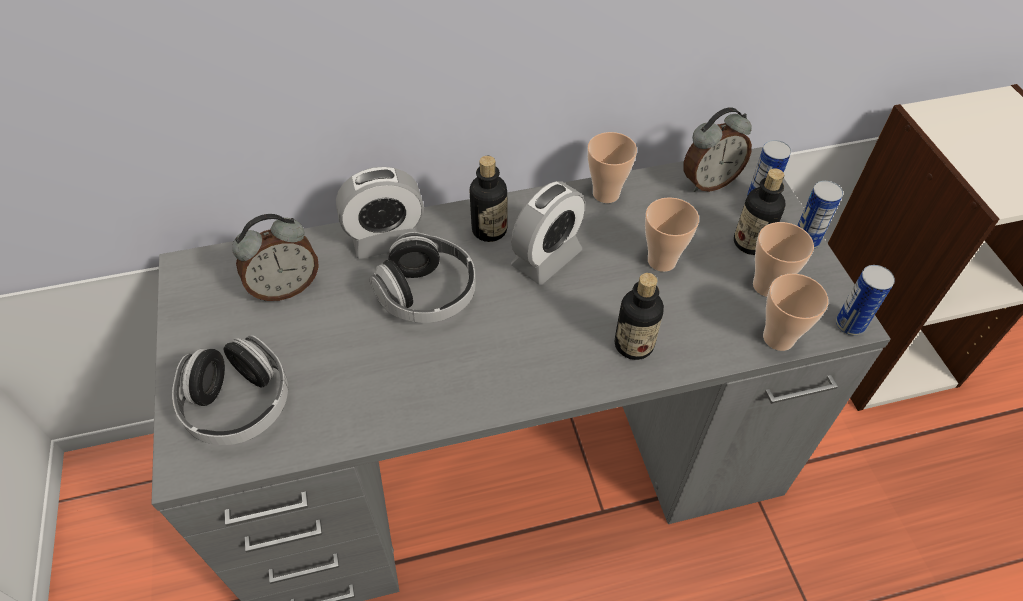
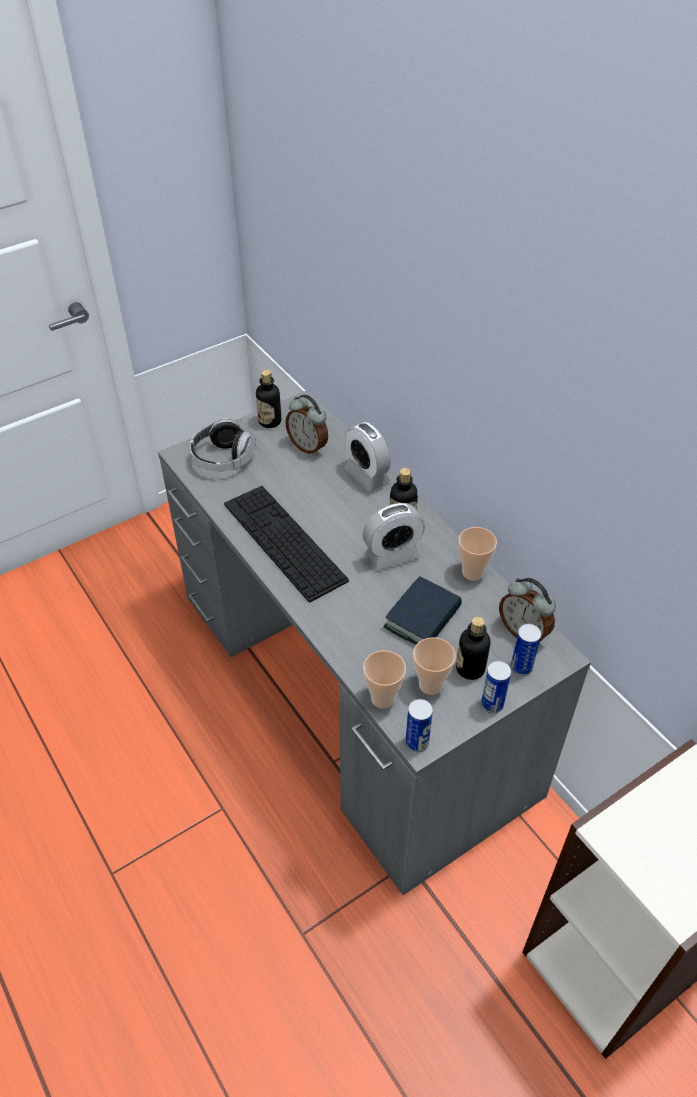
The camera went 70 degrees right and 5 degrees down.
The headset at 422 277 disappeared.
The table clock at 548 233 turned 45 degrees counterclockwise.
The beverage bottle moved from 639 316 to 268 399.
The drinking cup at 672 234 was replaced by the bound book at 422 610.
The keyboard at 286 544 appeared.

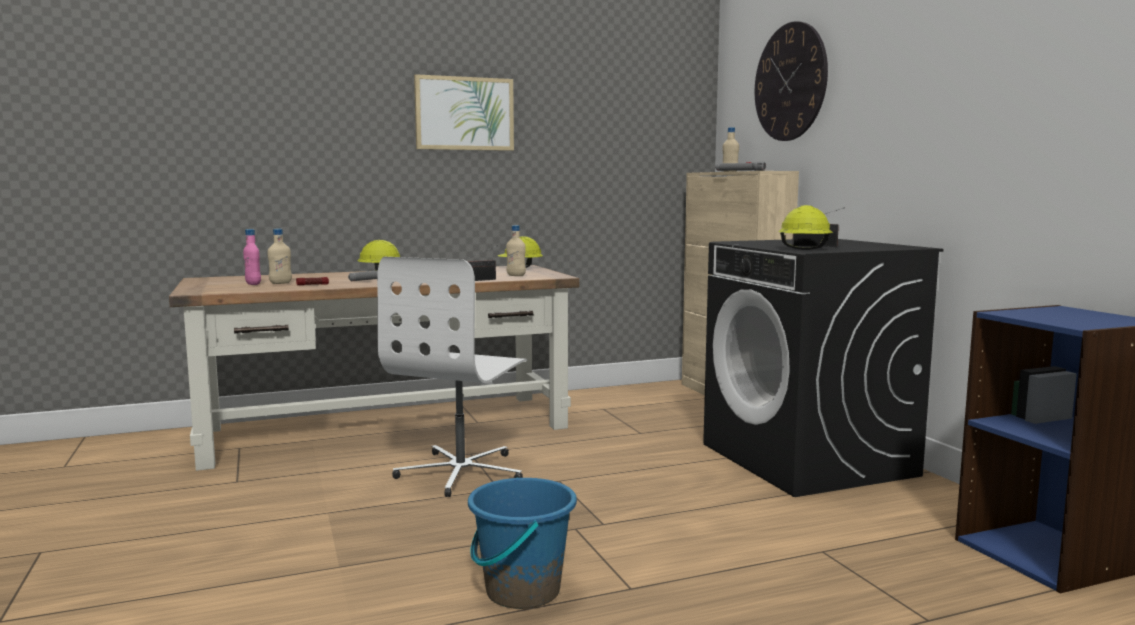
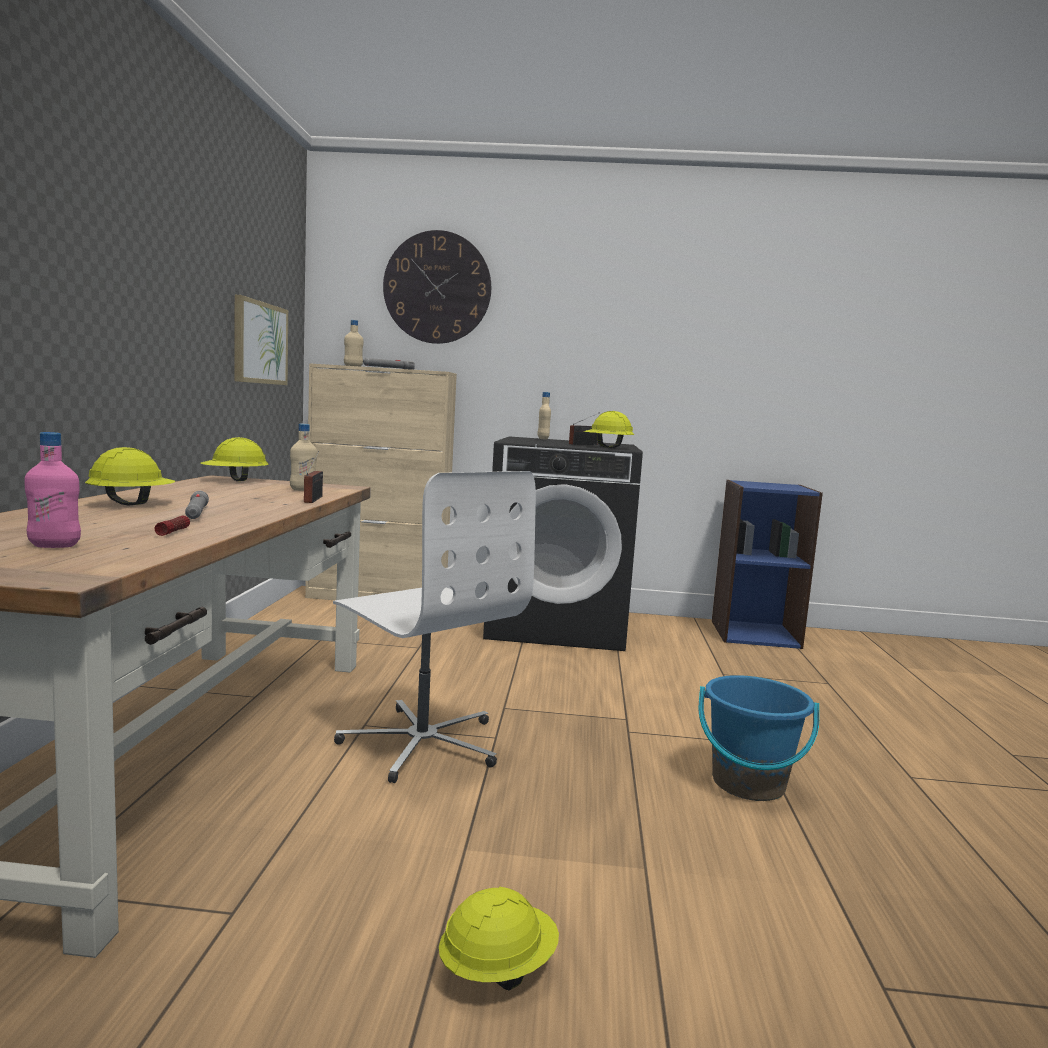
The camera went 65 degrees left and 0 degrees up.
The sand-coloured beverage bottle moved from 279 256 to 544 416.
The wall picture moved from 464 112 to 261 340.
The yellowish hard hat at 499 938 appeared.

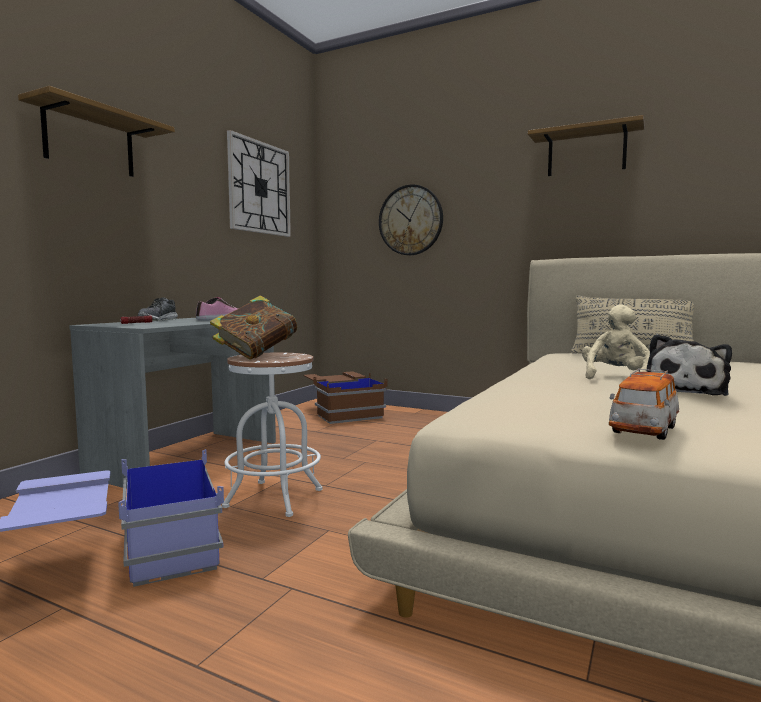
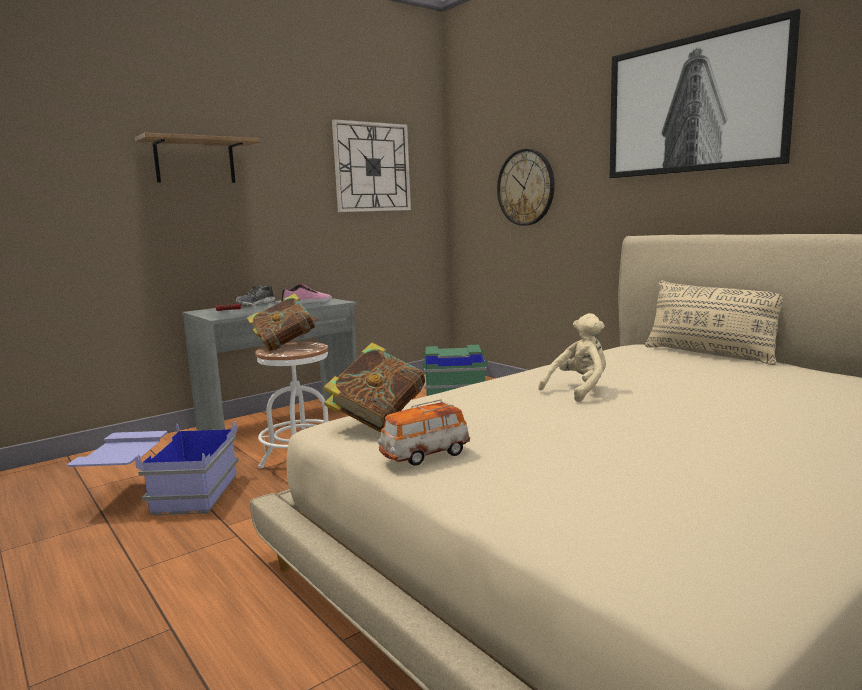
The camera went 25 degrees right and 5 degrees up.
The brown storage box at 345 398 became the green-coloured storage box at 455 370.
The shelf at 586 145 was replaced by the wall picture at 705 93.
The soft toy at 689 365 disappeared.
The bound book at 374 387 appeared.

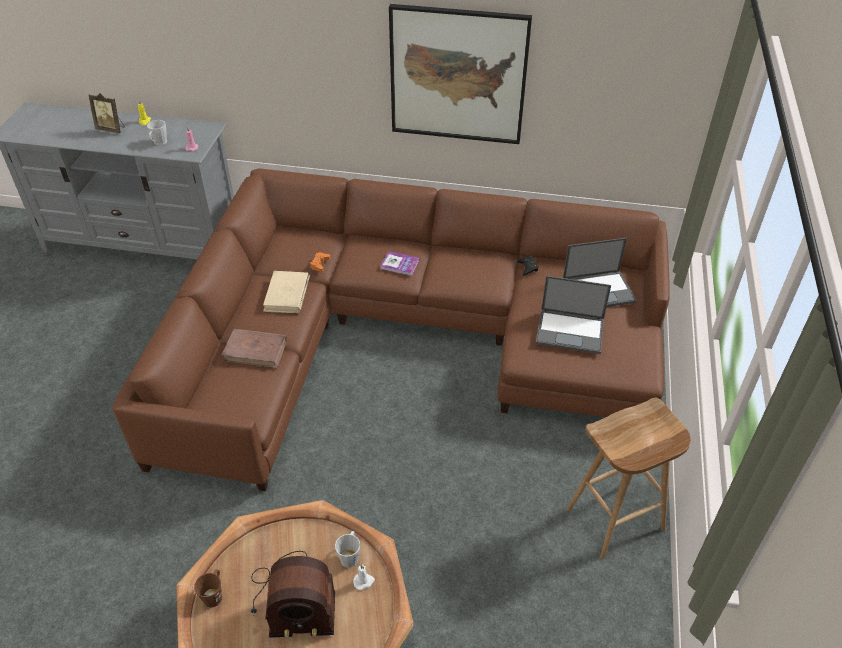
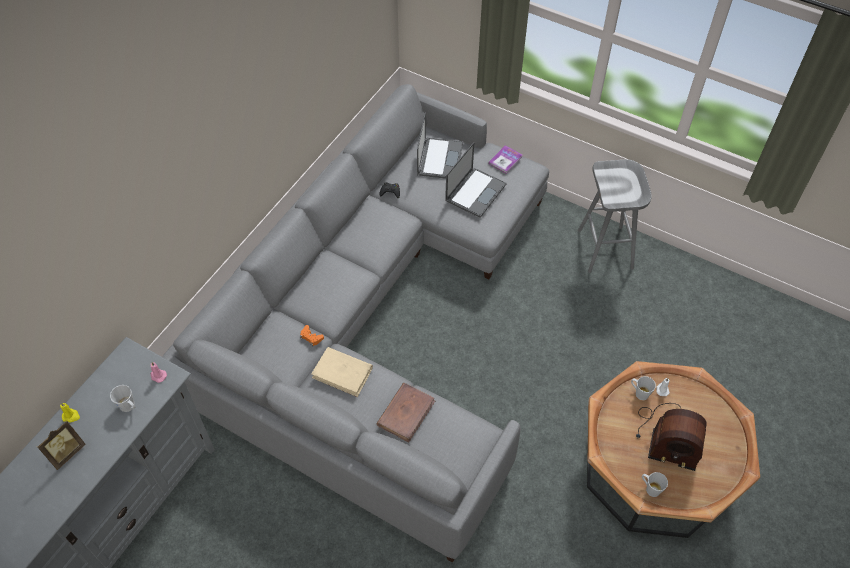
The camera went 70 degrees left and 10 degrees up.
The brown settee at 391 329 became the grey settee at 355 323.
The brown coffee mug at 208 588 became the grey coffee mug at 655 484.
The radio at 293 594 turned 90 degrees clockwise.
The bound book moved from 400 263 to 505 159.
The wall picture at 460 74 disappeared.
The brown stool at 629 478 became the grey stool at 615 216.

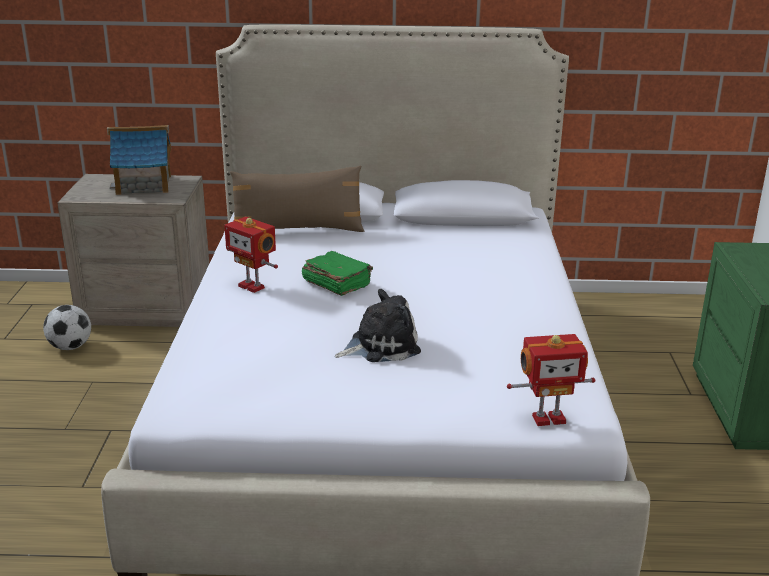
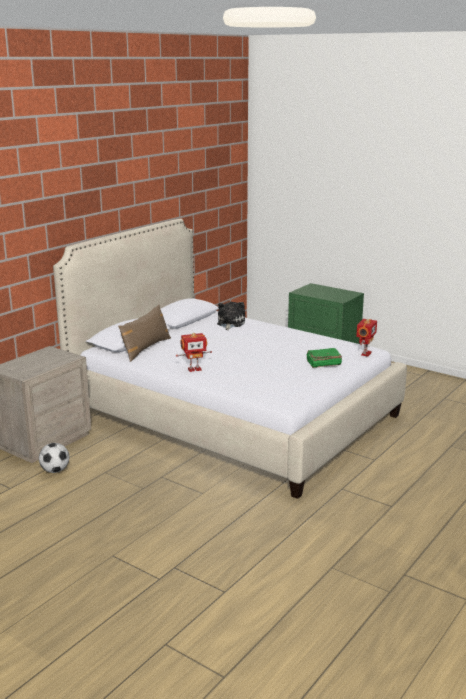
The camera went 55 degrees left and 5 degrees down.
The toy house at 139 160 disappeared.
The green-coloured bound book moved from 337 273 to 324 358.
The soft toy moved from 378 325 to 231 316.

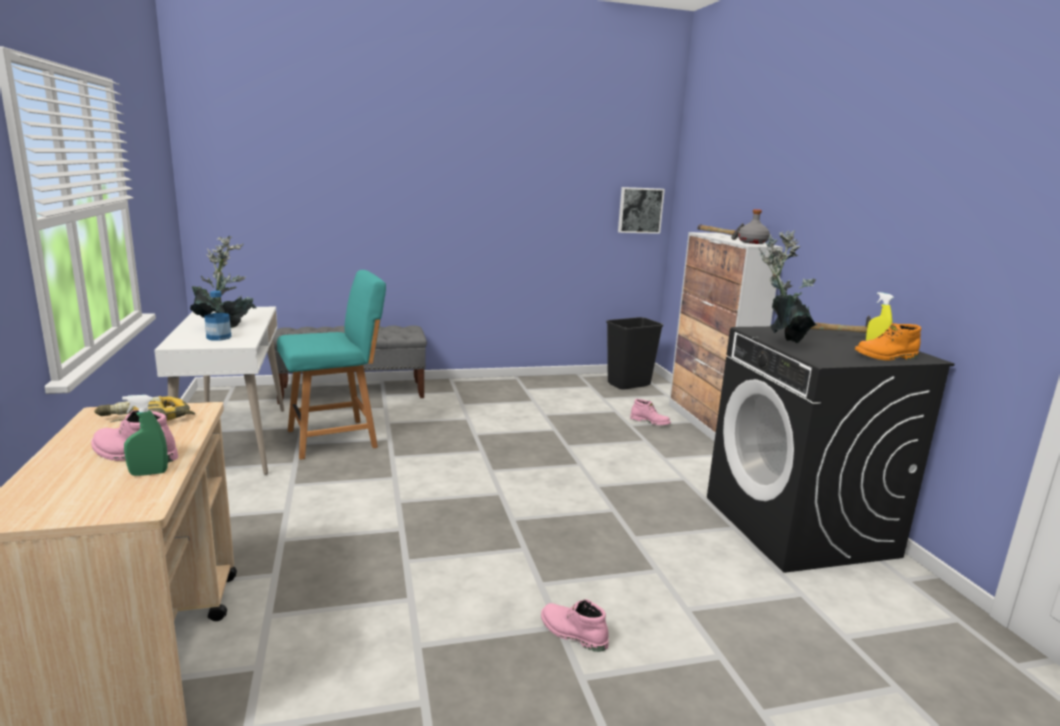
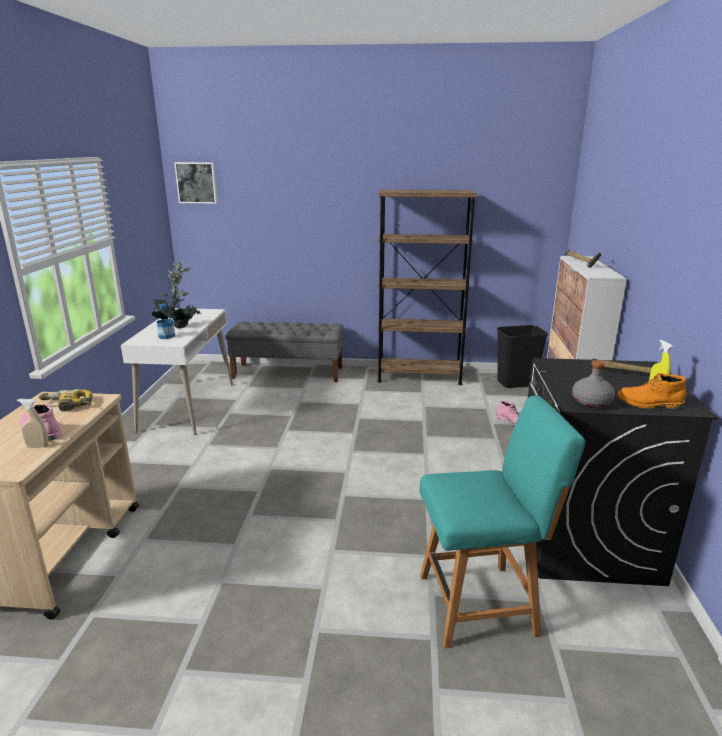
The camera went 20 degrees right and 5 degrees up.
The green-coloured sprayer at 145 435 became the sand-coloured sprayer at 33 423.
The turquoise-coloured chair moved from 331 365 to 502 521.
The pink boot at 575 625 disappeared.
The wall picture moved from 641 210 to 196 183.
The grey beverage bottle moved from 754 226 to 593 384.
The plant in a pot at 788 286 disappeared.
The brown bookshelf at 427 287 appeared.

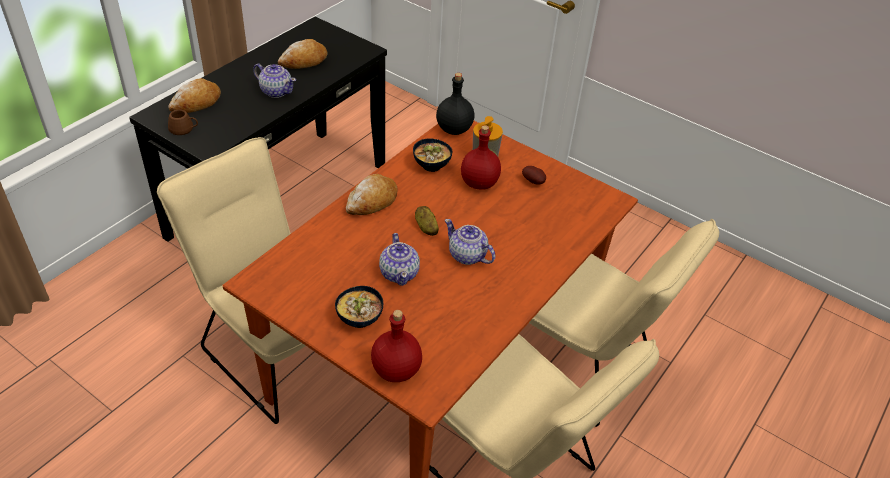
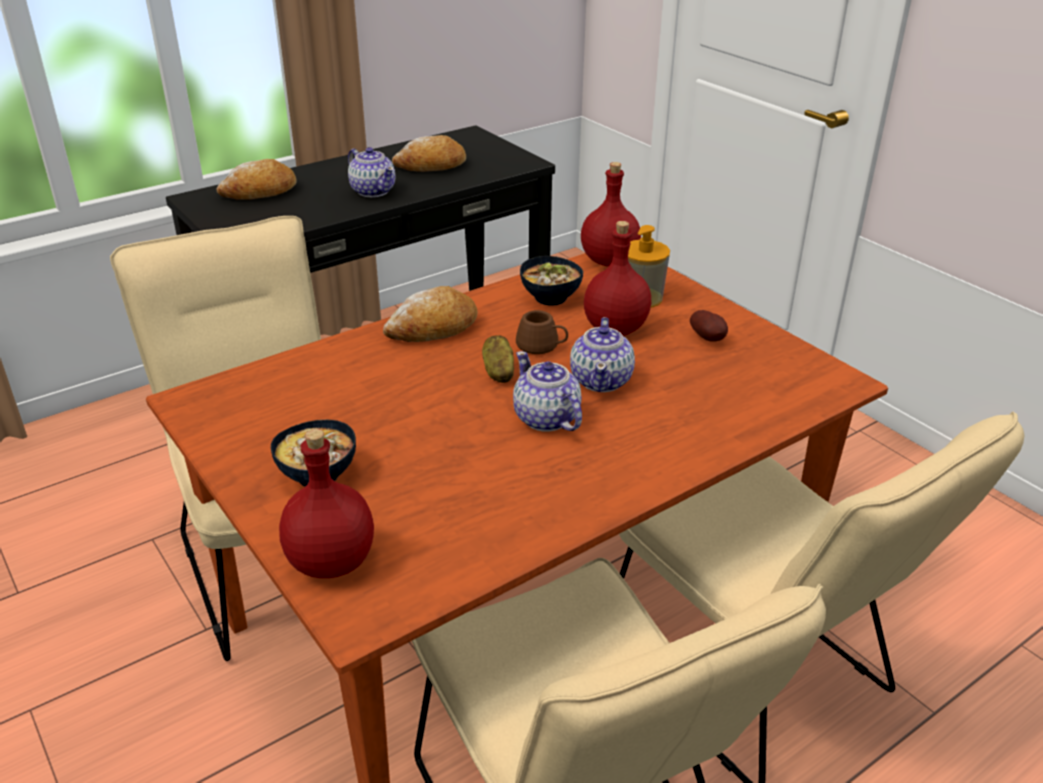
The camera went 20 degrees right and 10 degrees down.
The brown coffee mug moved from 183 122 to 542 332.
The tea pot moved from 399 259 to 602 354.
The black beverage bottle at 455 104 became the red-coloured beverage bottle at 611 214.

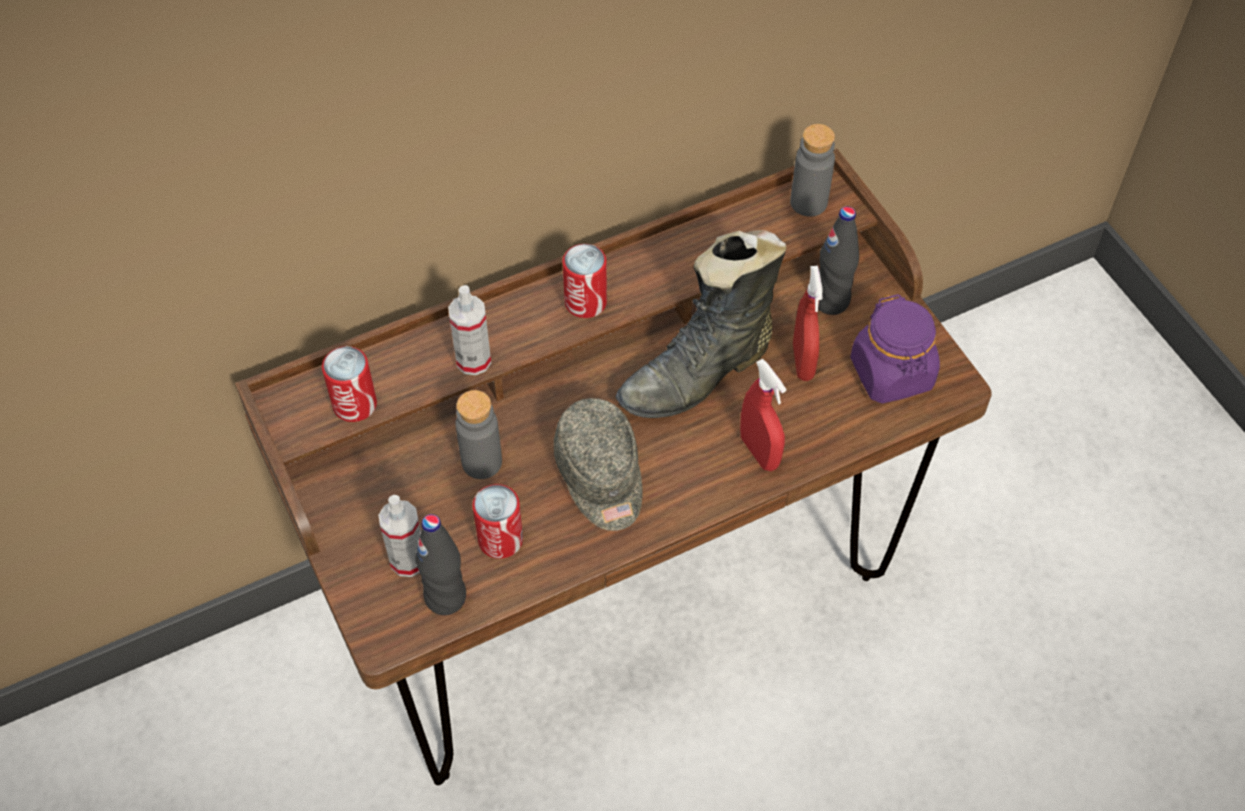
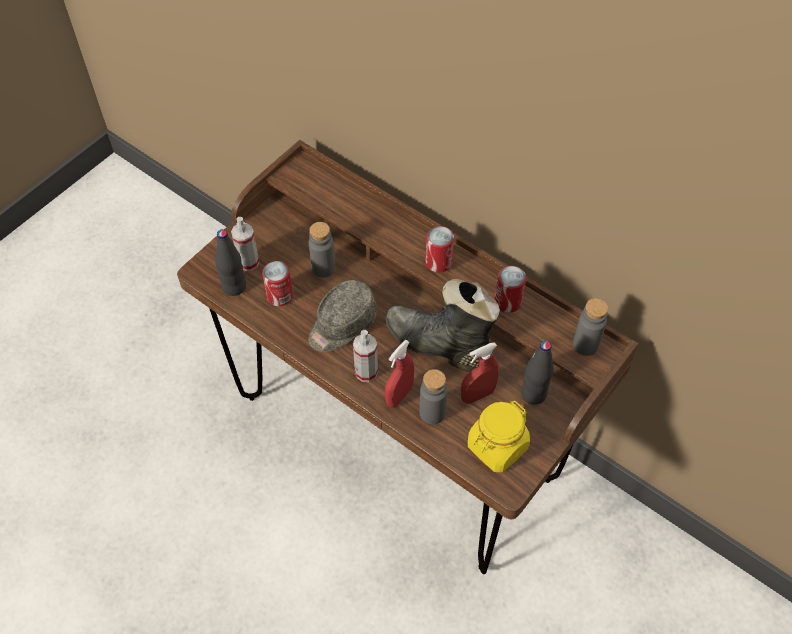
The camera went 65 degrees right and 0 degrees up.
The sealed can moved from 349 384 to 510 289.
The sprayer moved from 469 330 to 365 356.
The purple-coloured preserve jar at 895 348 became the yellowish preserve jar at 499 436.
The grey beverage bottle at 433 396 appeared.

